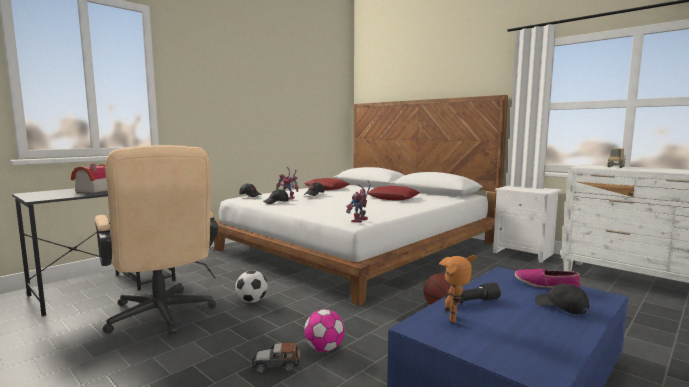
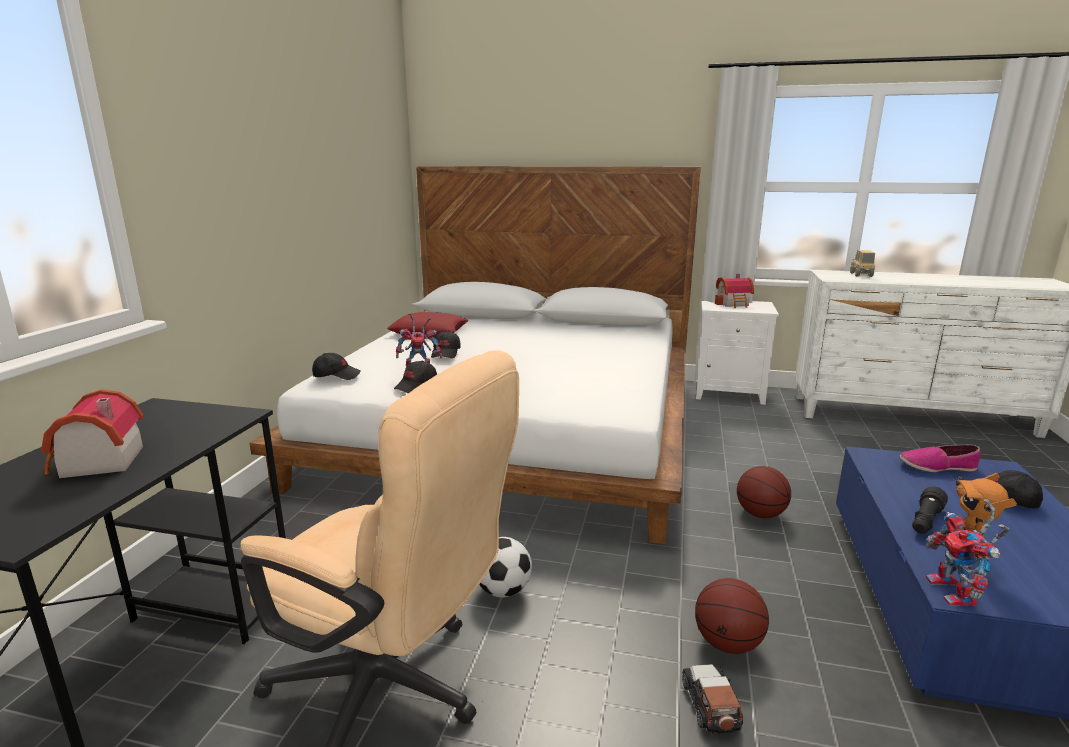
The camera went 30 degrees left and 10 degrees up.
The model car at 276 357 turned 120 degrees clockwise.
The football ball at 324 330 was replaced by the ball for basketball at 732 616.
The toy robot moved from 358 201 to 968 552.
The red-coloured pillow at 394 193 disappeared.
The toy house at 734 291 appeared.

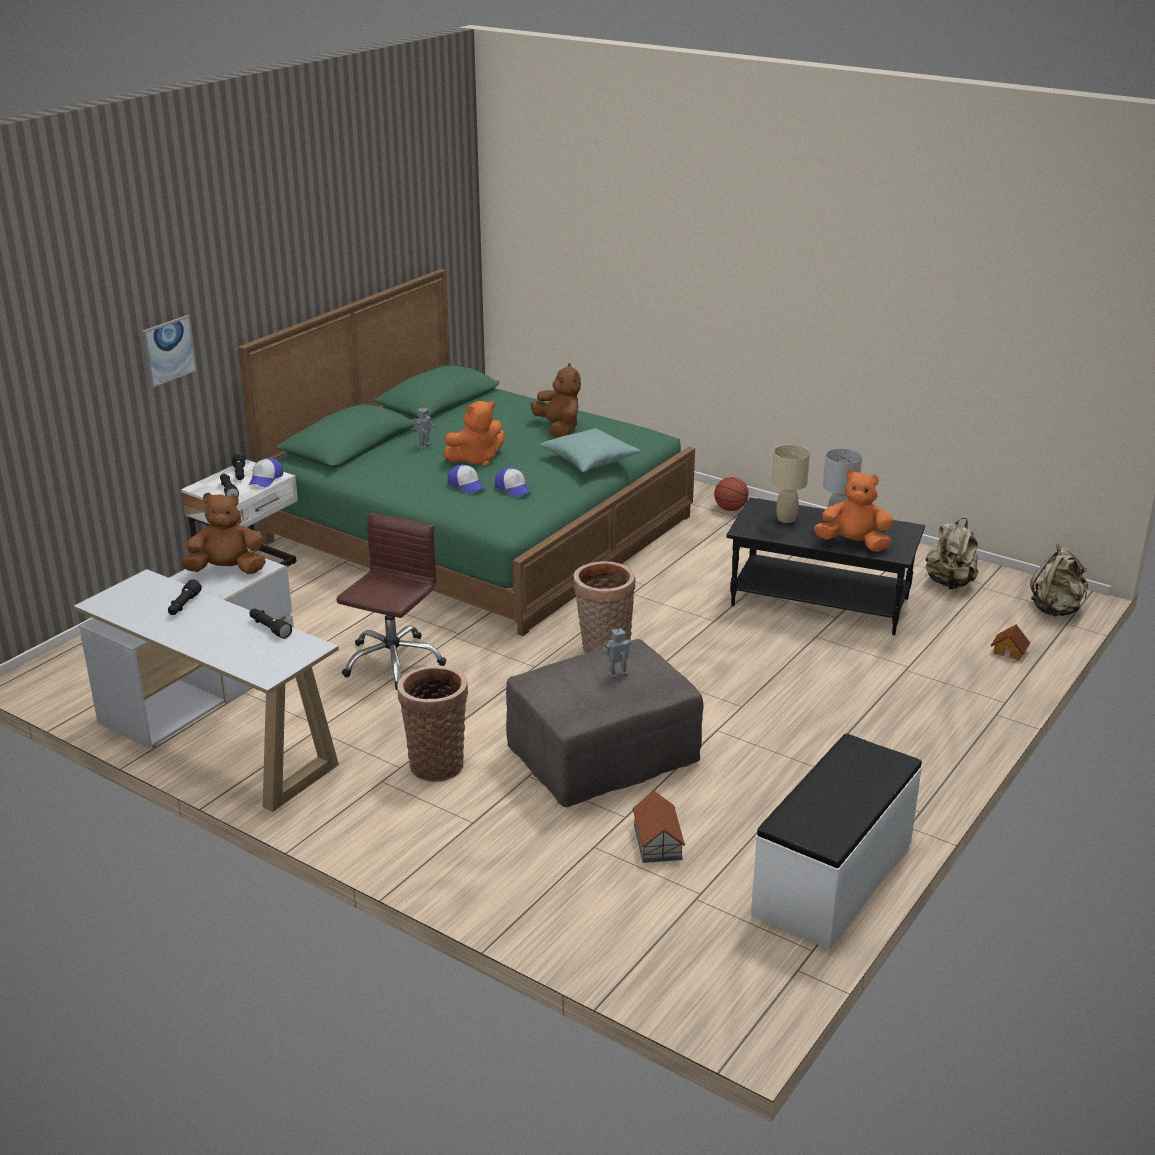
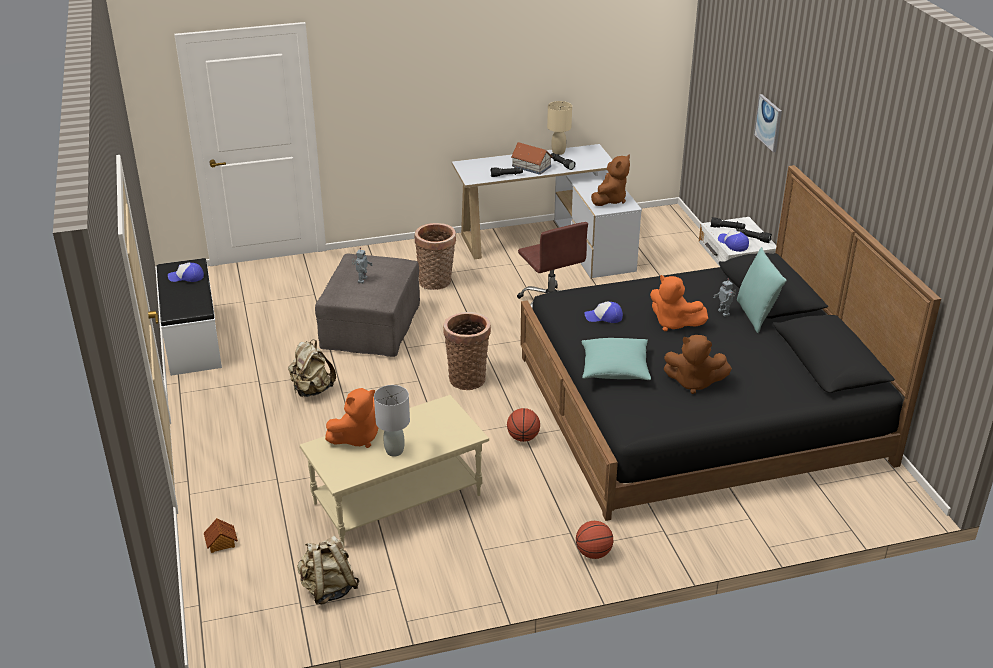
The camera went 130 degrees right and 5 degrees up.
The green-coloured bed at 466 452 became the black bed at 731 343.
The orange-coloured soft toy at 474 434 turned 60 degrees counterclockwise.
The cap moved from 466 479 to 186 272.
The toy house moved from 658 827 to 531 158.
The black coffee table at 825 566 became the sand-coloured coffee table at 394 470.
The sand-coloured tabletop lamp moved from 790 484 to 559 128.
The sand-coloured rucksack moved from 1059 579 to 312 368.
The ball for basketball at 523 425 appeared.
The turquoise-coloured pillow at 762 290 appeared.

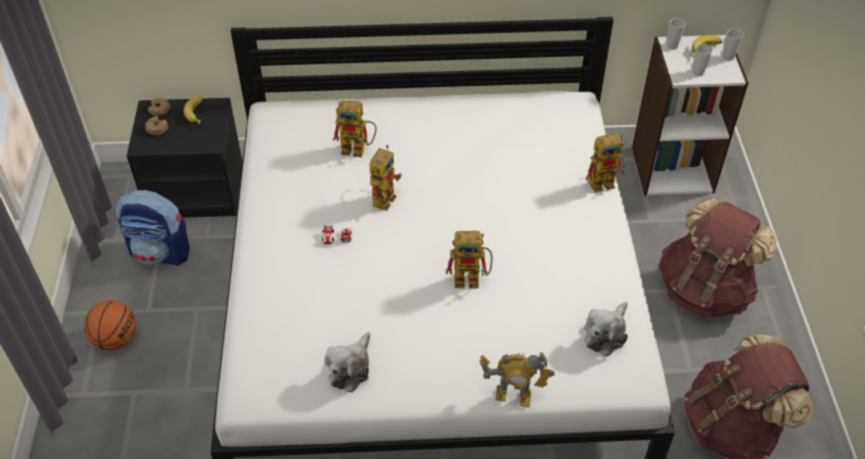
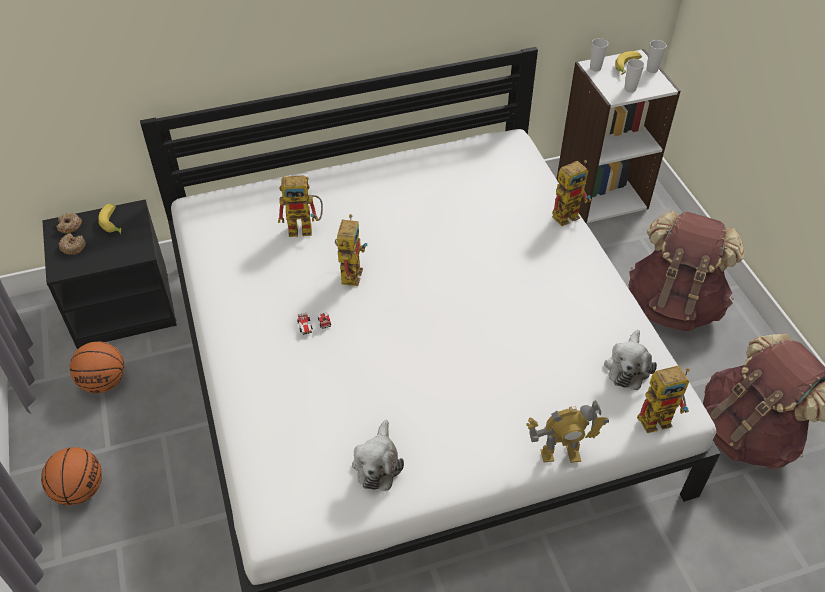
The camera went 15 degrees left and 0 degrees up.
The rucksack at 153 228 was replaced by the ball for basketball at 97 367.
The toy robot moved from 469 259 to 663 399.

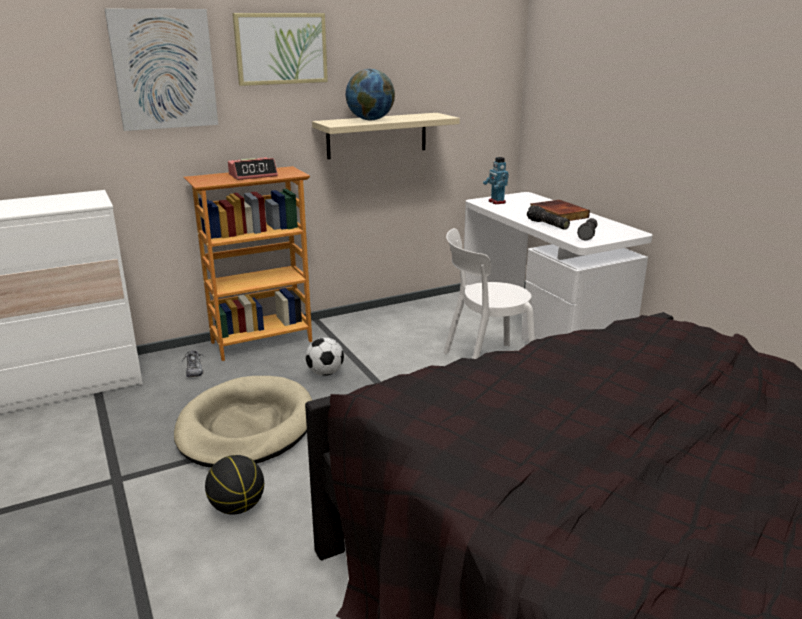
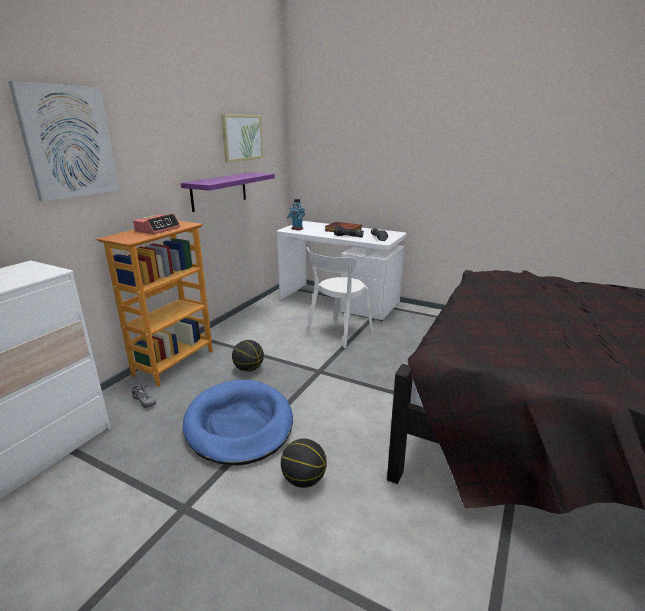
The camera went 35 degrees left and 0 degrees up.
The sand-coloured dog bed at 243 422 became the bluish dog bed at 238 422.
The wall picture moved from 280 49 to 242 138.
The football ball at 325 356 was replaced by the ball for basketball at 248 356.
The sand-coloured shelf at 386 136 became the purple-coloured shelf at 228 192.
The globe at 370 94 disappeared.

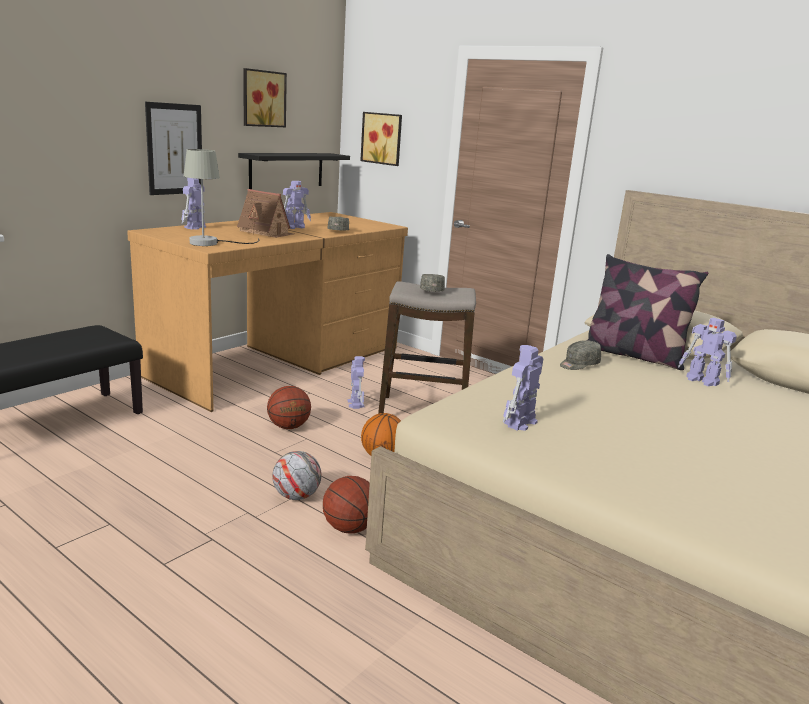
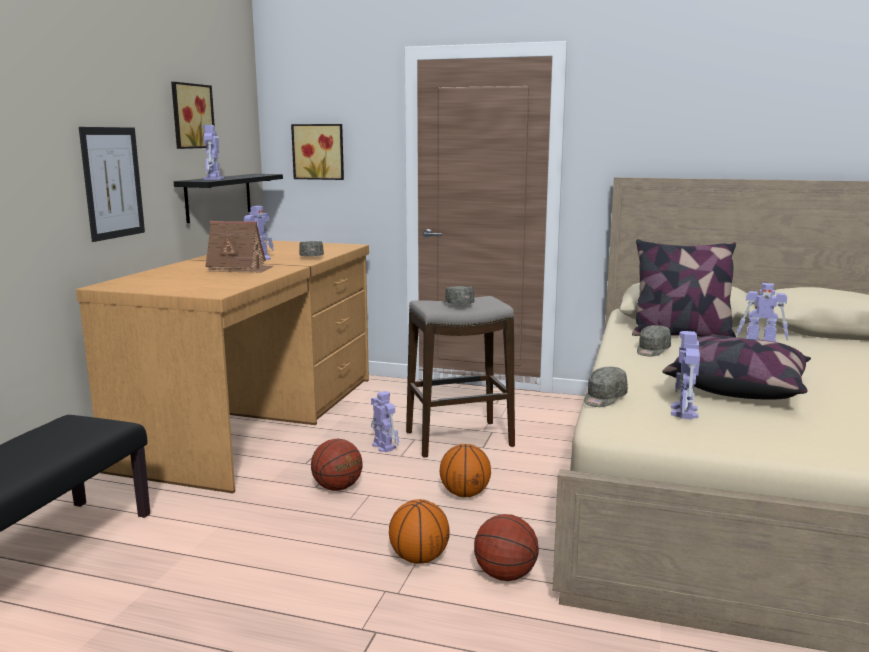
The camera went 20 degrees left and 5 degrees down.
The toy robot moved from 194 204 to 213 152.
The grey tabletop lamp at 222 197 disappeared.
The football ball at 297 475 was replaced by the ball for basketball at 419 531.
The grey cap at 606 387 appeared.
The pillow at 736 367 appeared.

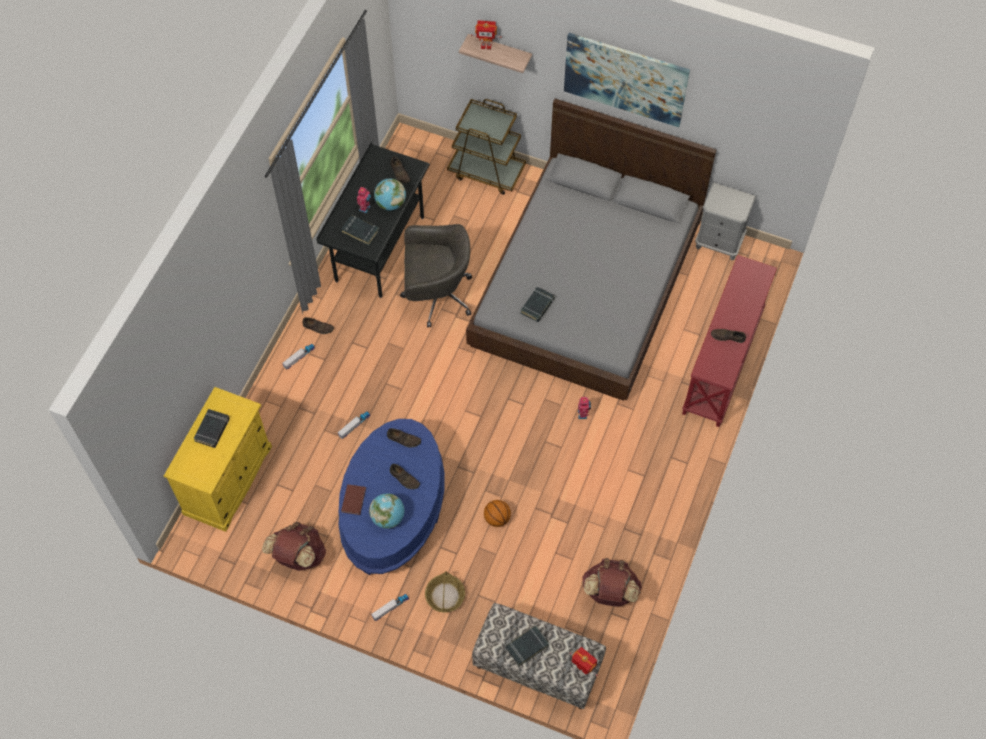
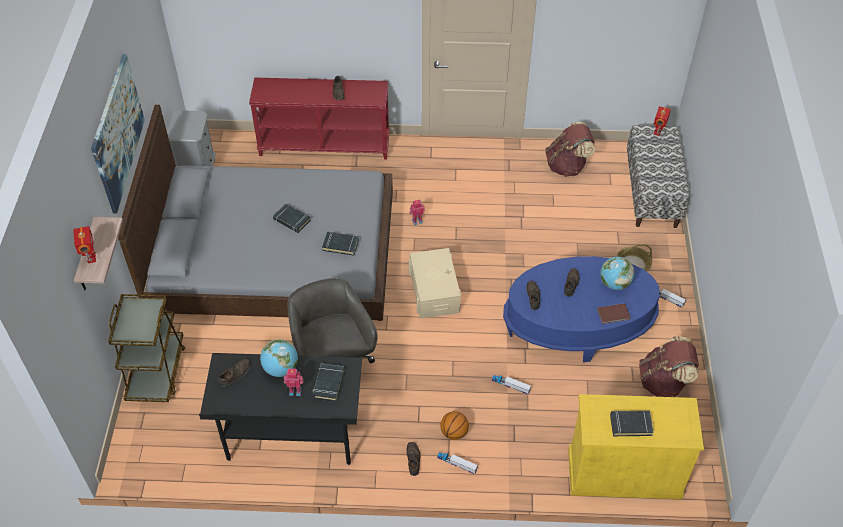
The camera went 110 degrees left and 10 degrees down.
The ball for basketball moved from 497 513 to 455 425.
The black bound book moved from 527 646 to 292 218.
The sand-coloured storage box at 435 283 appeared.

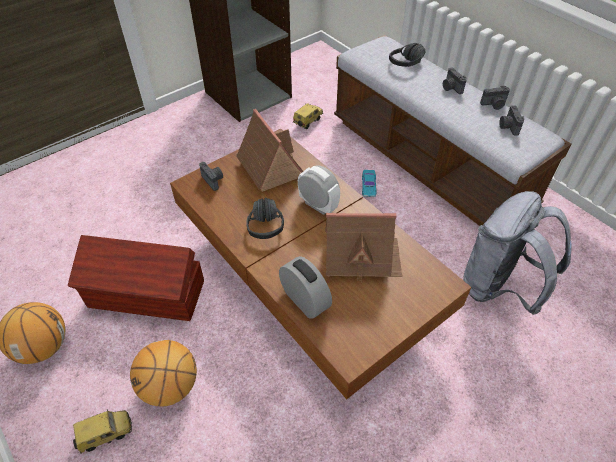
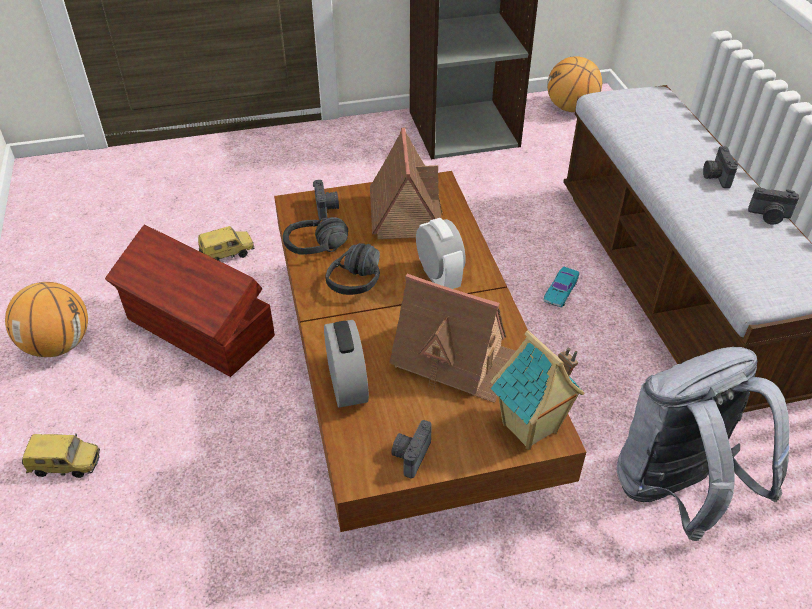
The camera went 25 degrees right and 5 degrees down.
The ball for basketball moved from 163 373 to 574 84.
The model car moved from 308 116 to 226 243.
The black headset moved from 407 55 to 315 235.
The still camera moved from 511 120 to 411 449.
The toy house at 538 390 appeared.

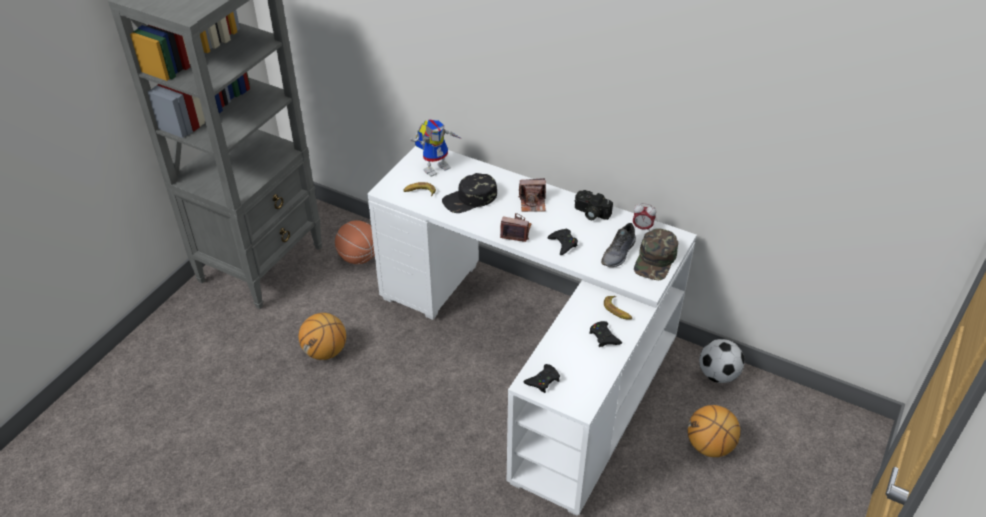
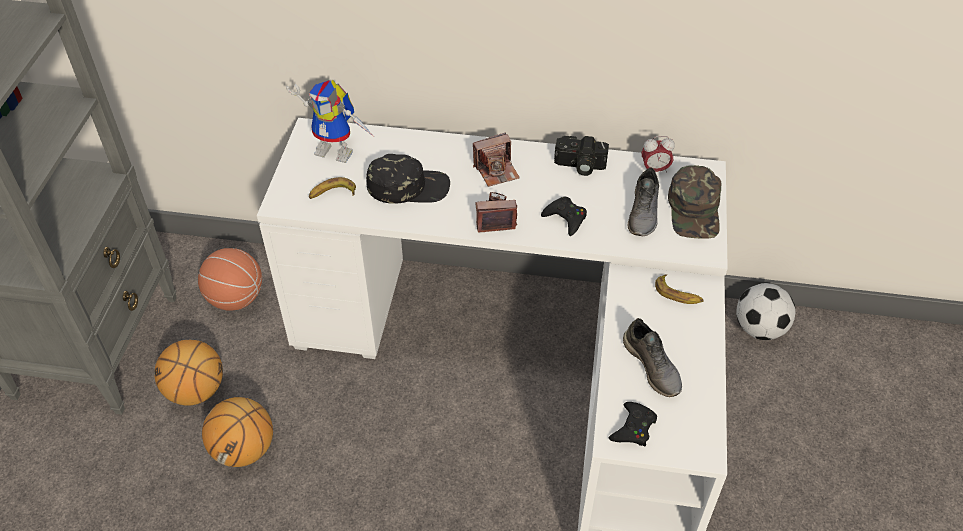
The camera went 20 degrees left and 5 degrees up.
The toy robot at 436 148 turned 75 degrees clockwise.
The black cap at 469 193 turned 135 degrees counterclockwise.
The black joypad at 605 334 disappeared.
The ball for basketball moved from 714 431 to 188 373.
The grey low shoe at 652 357 appeared.

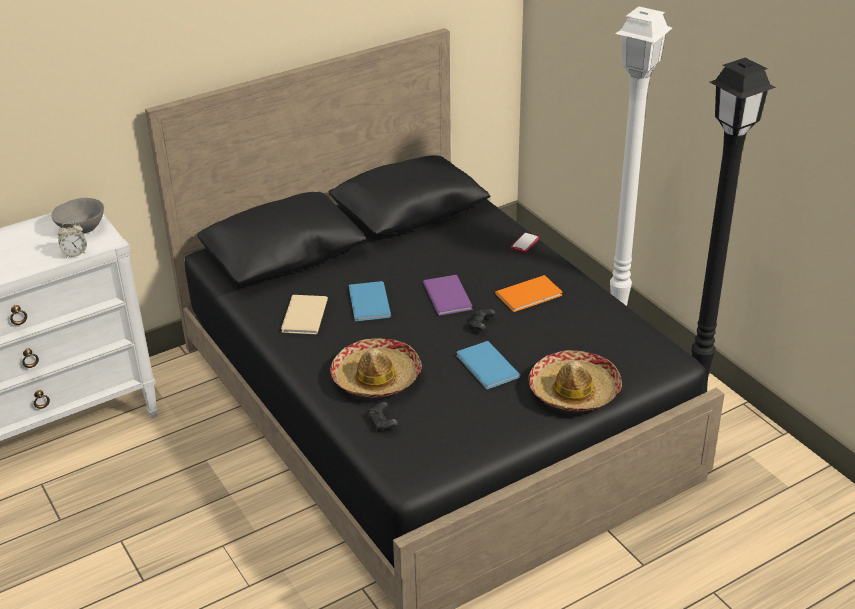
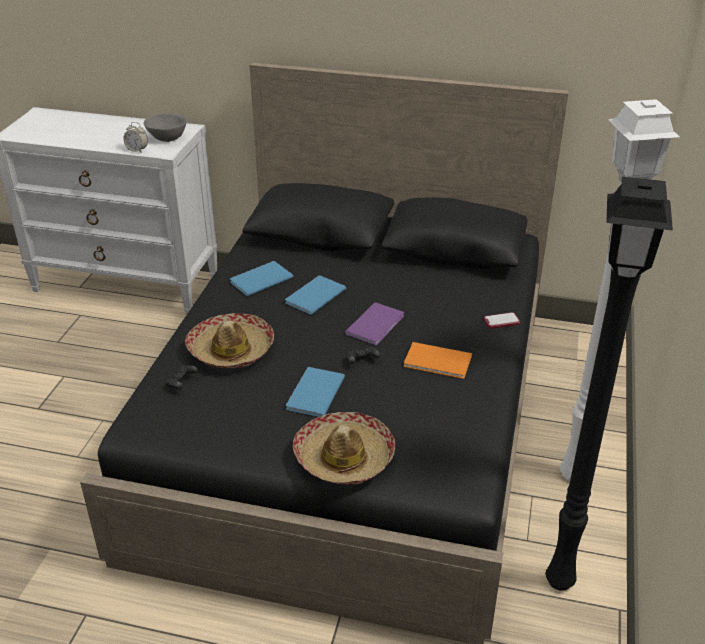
The camera went 45 degrees right and 0 degrees up.
The sand-coloured bound book at 304 314 became the bluish bound book at 261 278.

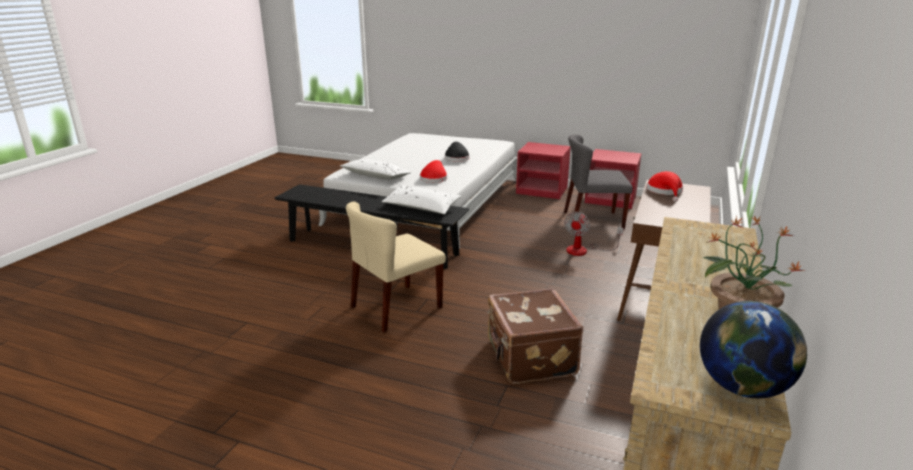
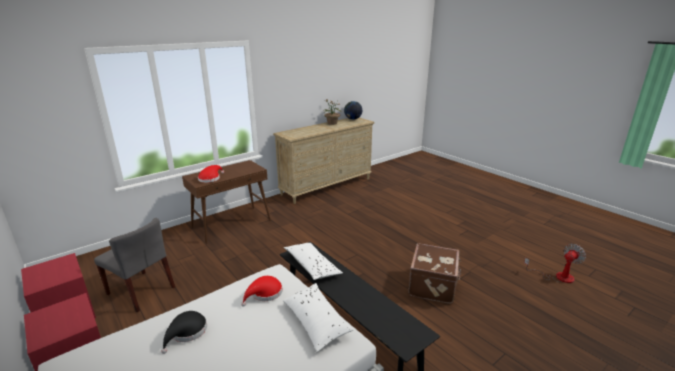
The camera went 150 degrees left and 0 degrees up.
The sand-coloured chair at 396 267 disappeared.
The brown travel case moved from 535 336 to 434 273.
The electric fan moved from 593 234 to 555 263.

